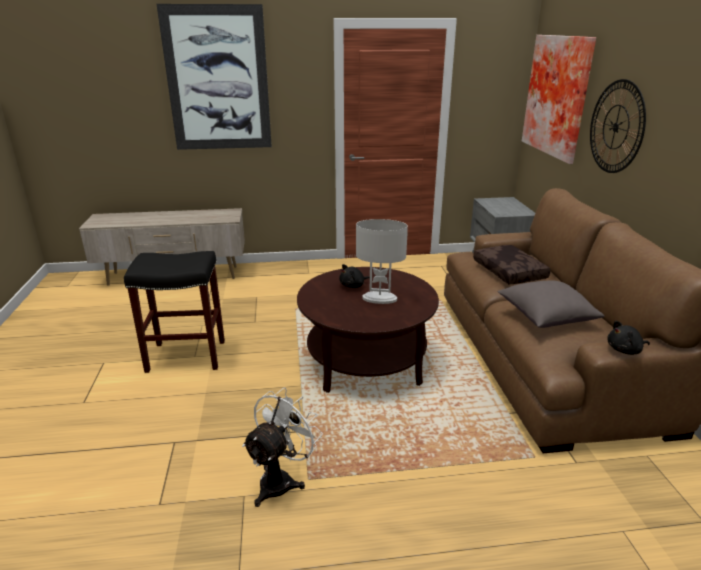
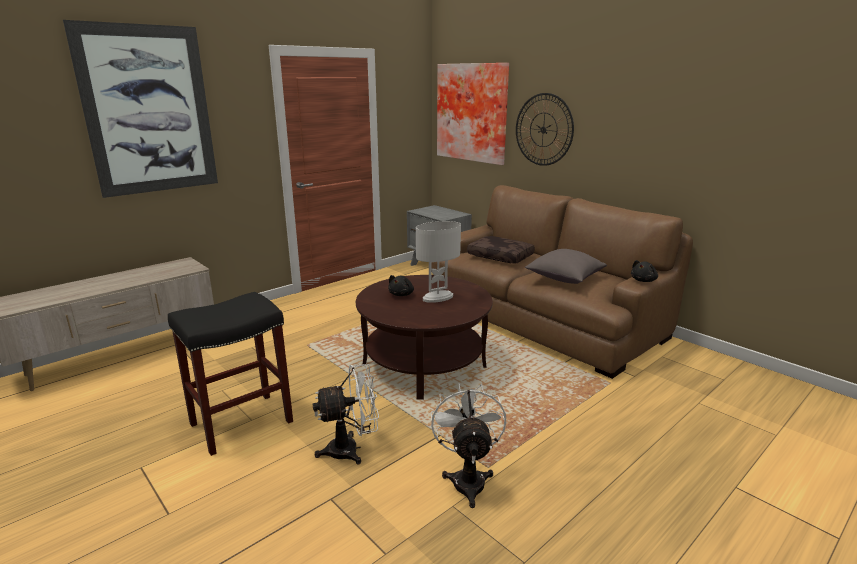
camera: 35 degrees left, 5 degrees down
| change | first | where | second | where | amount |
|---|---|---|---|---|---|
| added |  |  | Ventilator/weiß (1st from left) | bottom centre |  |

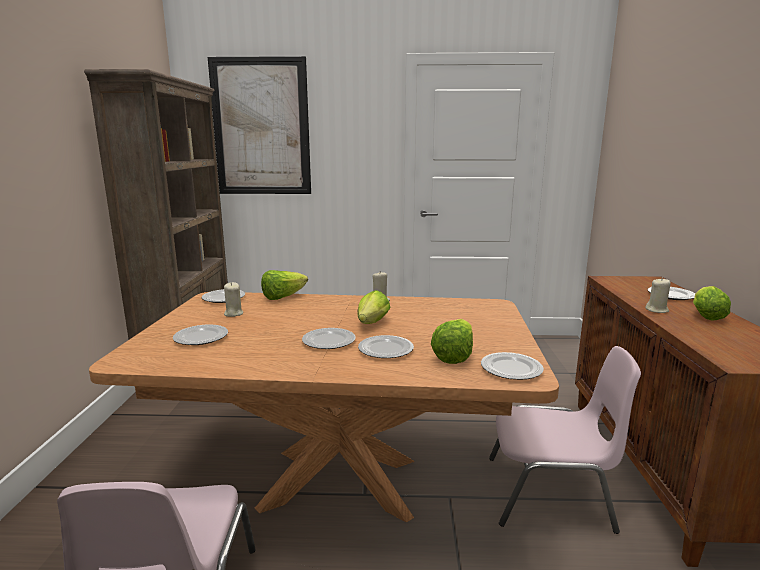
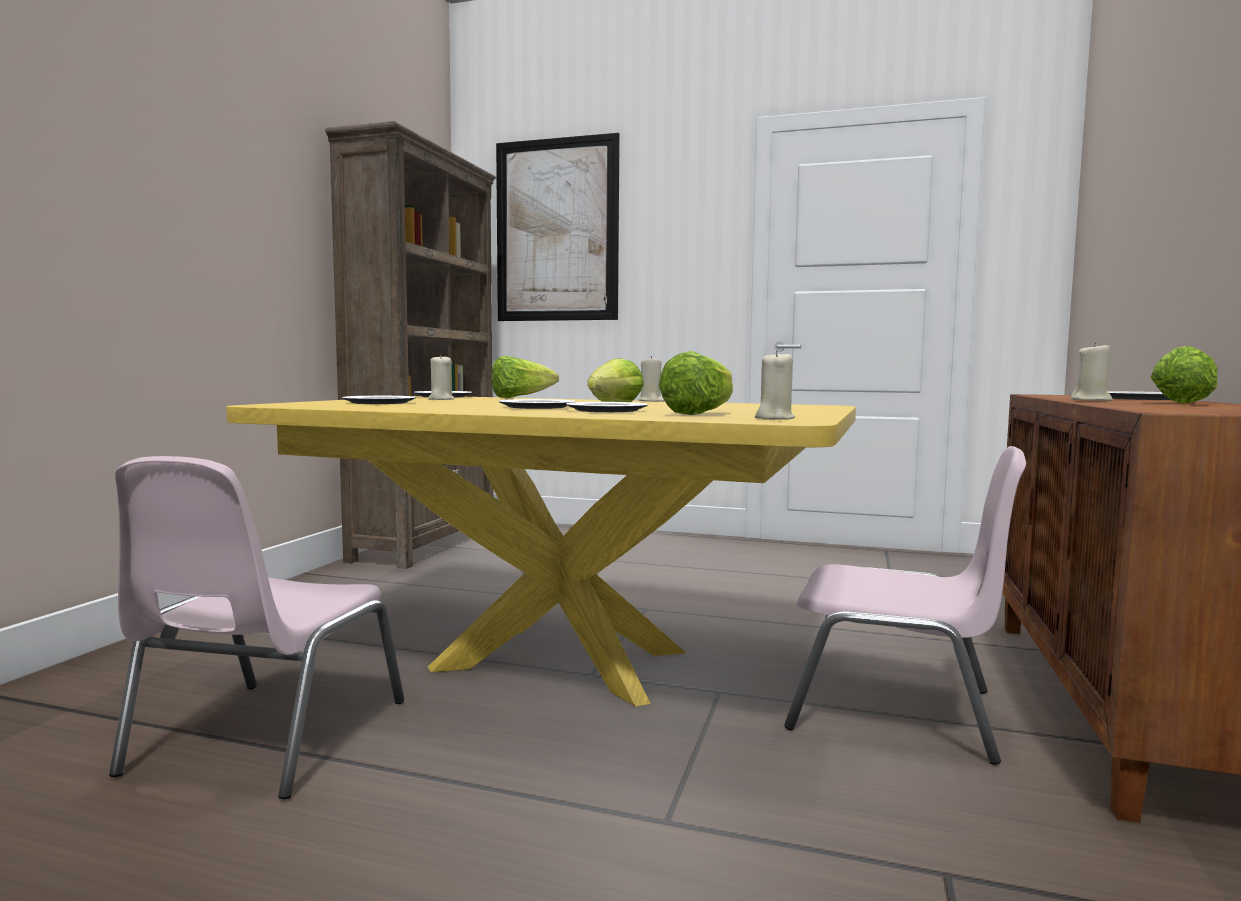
camera: 15 degrees right, 10 degrees down
| change | first | where | second | where | amount |
|---|---|---|---|---|---|
| recoloured | Esstisch/braun | bottom centre | Esstisch/gelb | centre |  |
| replaced | Teller (5th from left) | middle right | Kerze/beige (3rd from left) | centre |  |

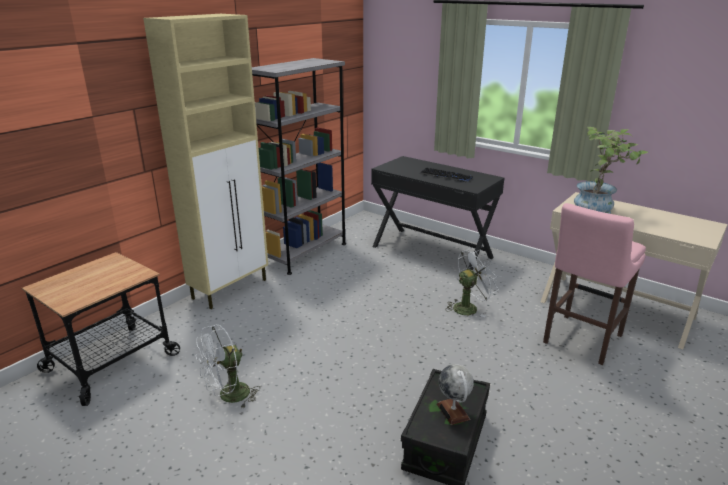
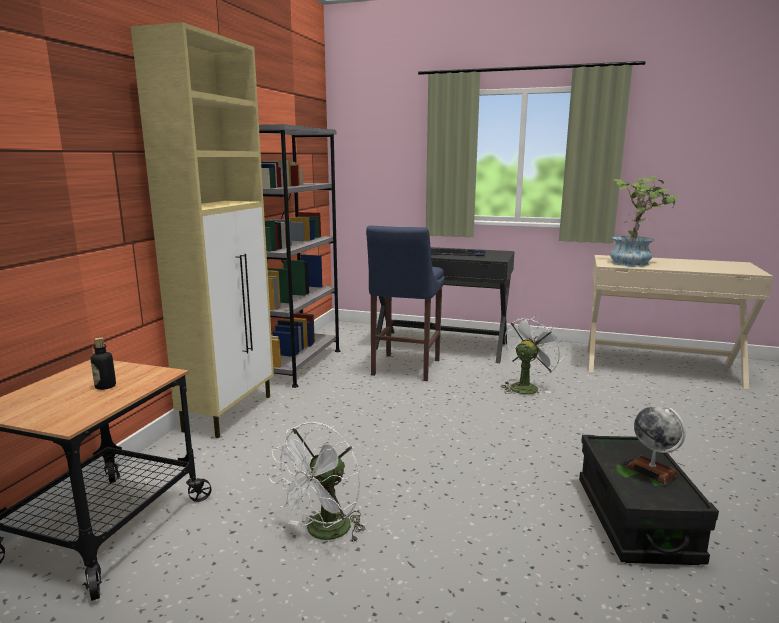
camera: 20 degrees left, 10 degrees down
| change | first | where | second | where | amount |
|---|---|---|---|---|---|
| removed | Hocker/rosa | middle right |  |  |  |
| added |  |  | Flasche | middle left |  |
| added |  |  | Hocker/blau | centre |  |

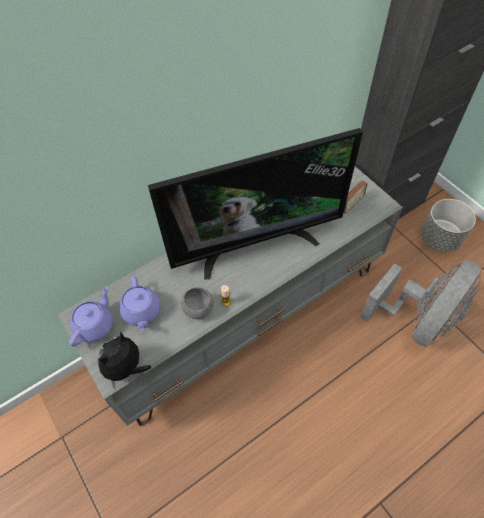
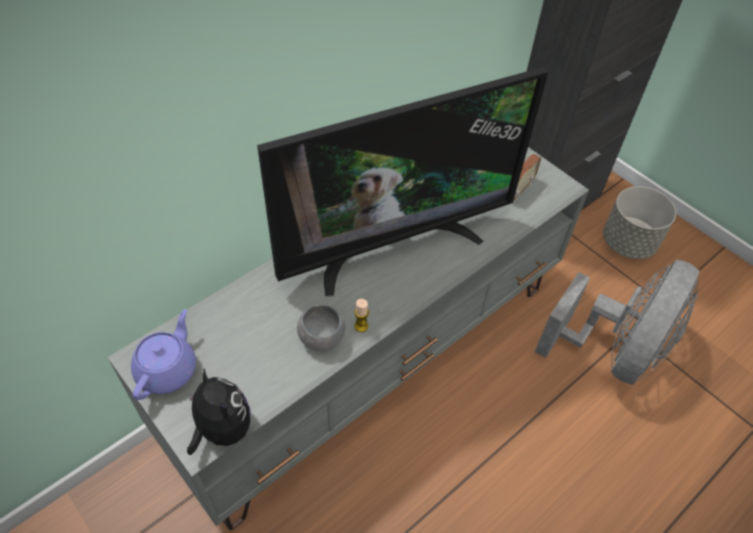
camera: 10 degrees left, 5 degrees down
| change | first | where | second | where | amount |
|---|---|---|---|---|---|
| turned | Plüschtier | bottom left |  | bottom left | 120 degrees clockwise |
| removed | Teekanne/lila (2nd from left) | middle left |  |  |  |

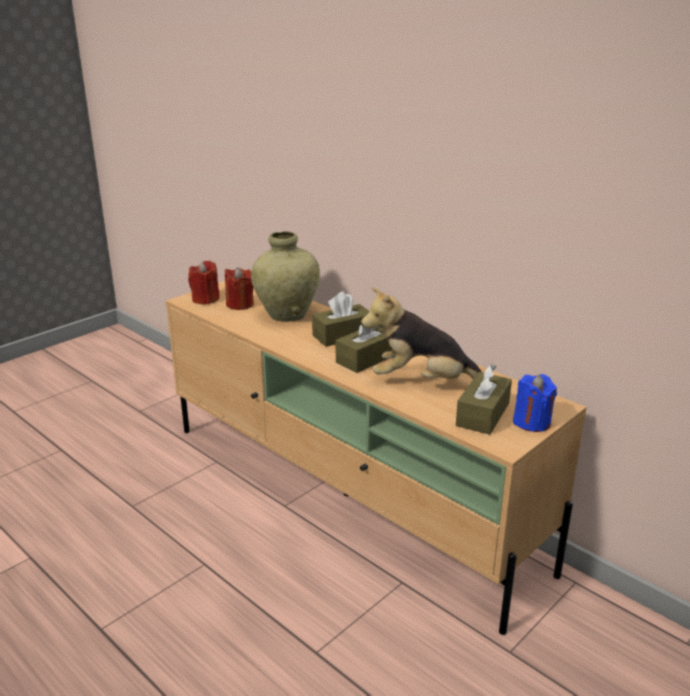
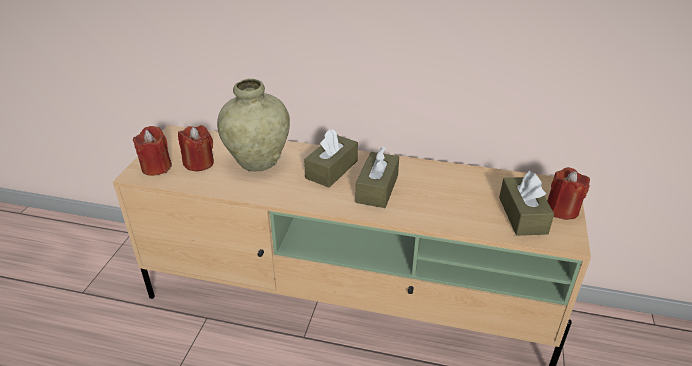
camera: 30 degrees left, 10 degrees up
| change | first | where | second | where | amount |
|---|---|---|---|---|---|
| removed | Plüschtier | centre |  |  |  |
| recoloured | Kerze/blau | middle right | Kerze/rot (3rd from left) | middle right |  |

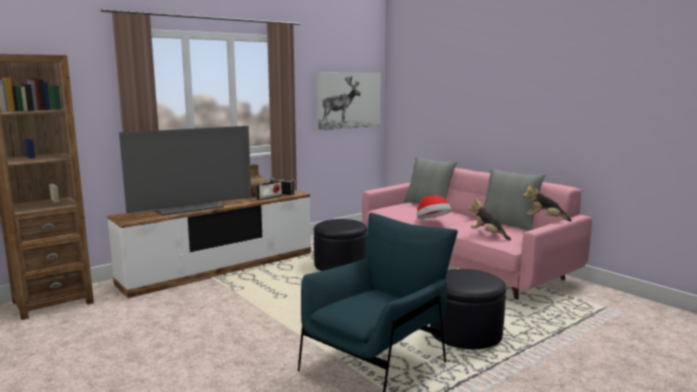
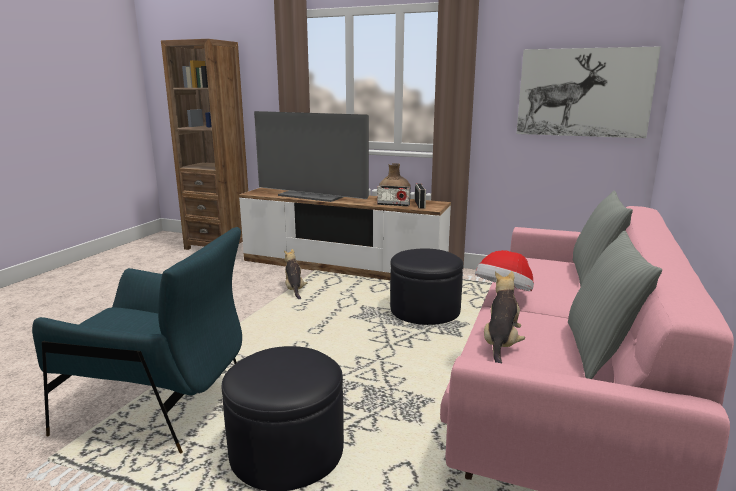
camera: 60 degrees right, 5 degrees up
| change | first | where | second | where | amount |
|---|---|---|---|---|---|
| moved | Plüschtier (2nd from left in the first image) | middle right | Plüschtier (1st from left) | centre |  |

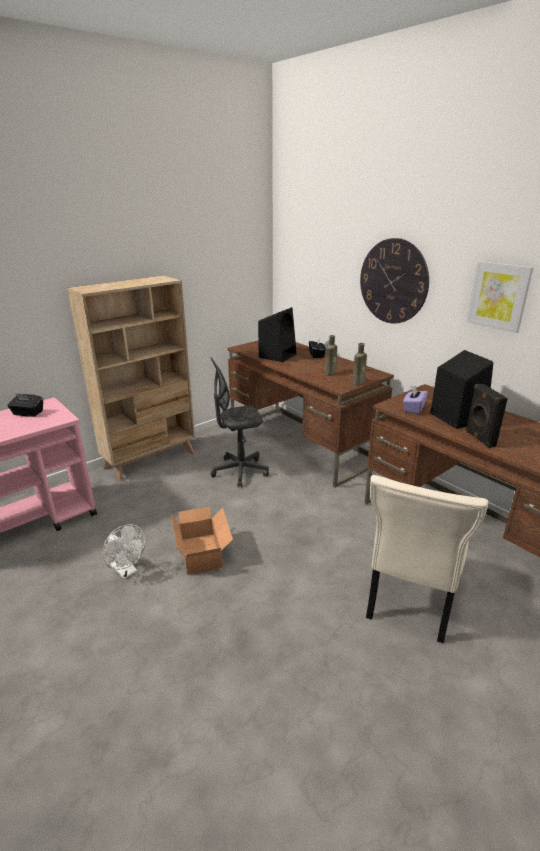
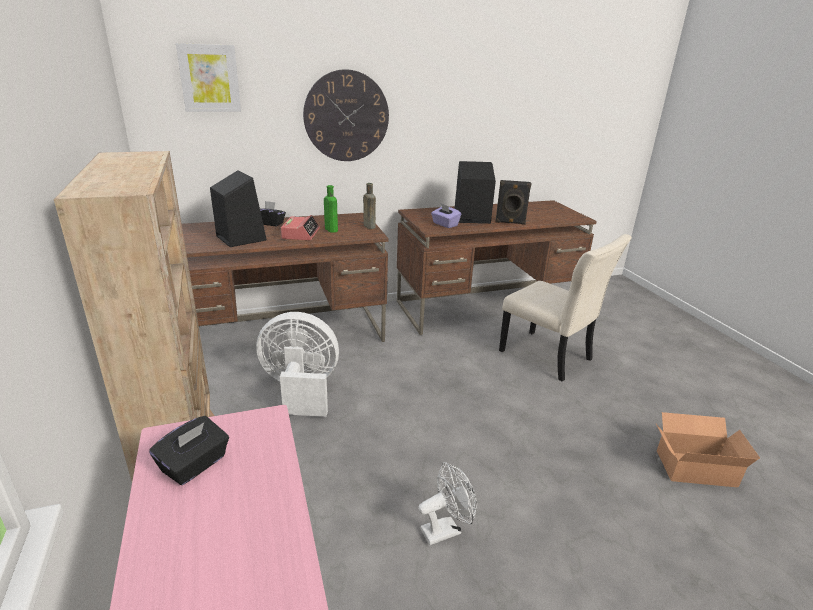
camera: 70 degrees left, 0 degrees up
| change | first | where | second | where | amount |
|---|---|---|---|---|---|
| moved | Karton | centre |  | bottom right |  |
| replaced | Bürostuhl/grau | centre | Ventilator/weiß (1st from left) | centre |  |
| recoloured | Flasche/braun (1st from left) | centre | Flasche/grün | centre |  |
| moved | Bild | middle right |  | top left |  |
| added |  |  | Wecker | centre |  |

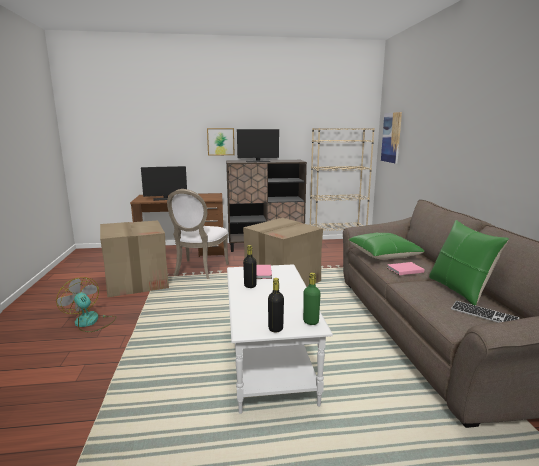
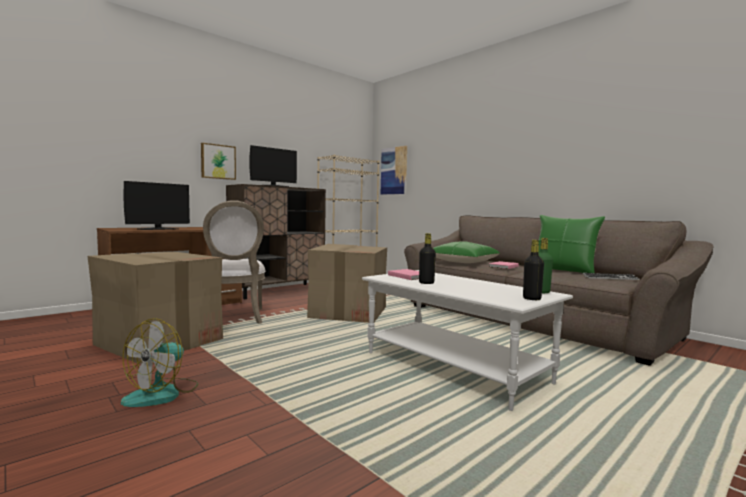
camera: 35 degrees left, 10 degrees down
| change | first | where | second | where | amount |
|---|---|---|---|---|---|
| turned | Ventilator | middle left |  | bottom left | 75 degrees counterclockwise |

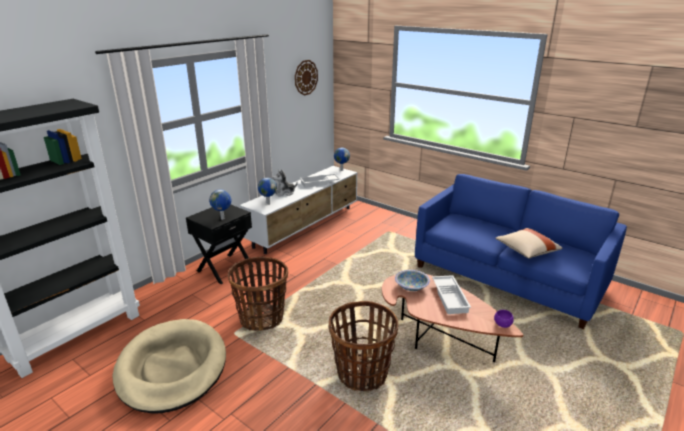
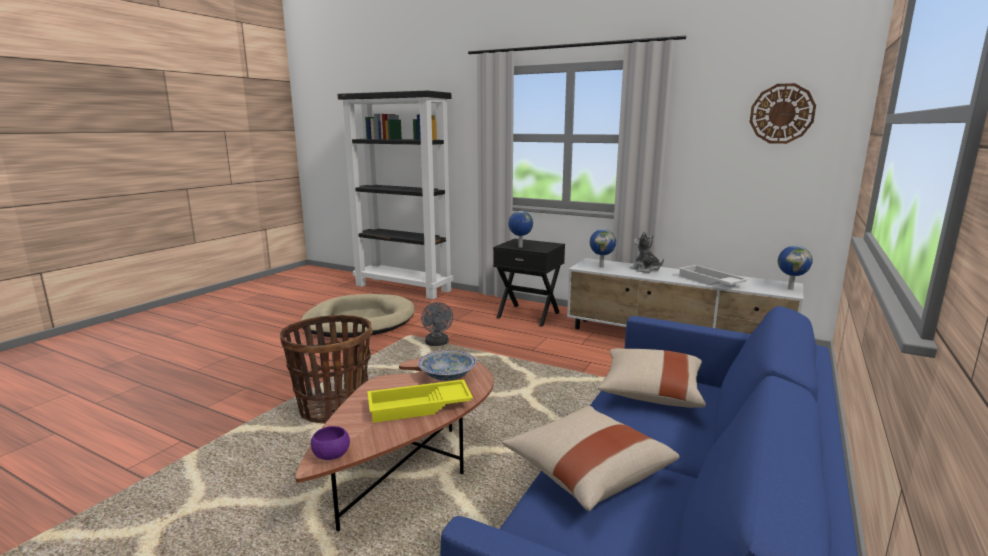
camera: 80 degrees right, 10 degrees down
| change | first | where | second | where | amount |
|---|---|---|---|---|---|
| replaced | Korb (1st from left) | bottom centre | Ventilator/grau | centre |  |
| recoloured | Tablett/weiß (2nd from left) | bottom centre | Tablett/gelb | bottom centre |  |
| added |  |  | Kissen/beige (2nd from left) | bottom centre |  |

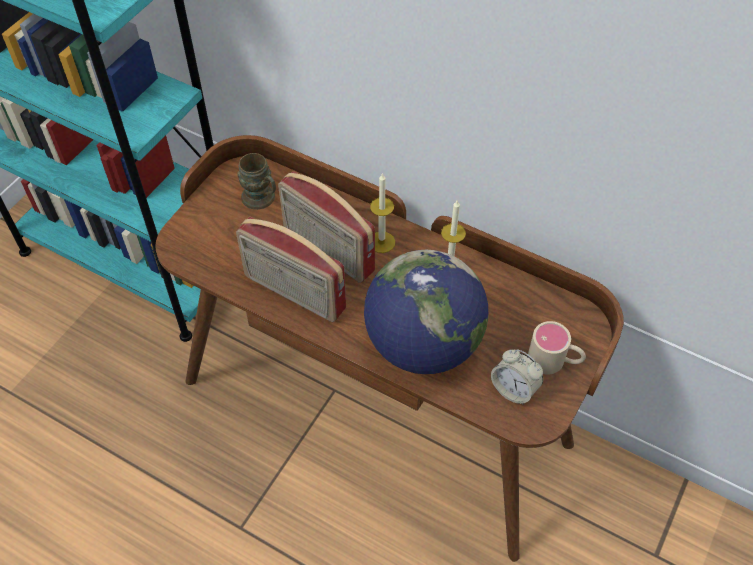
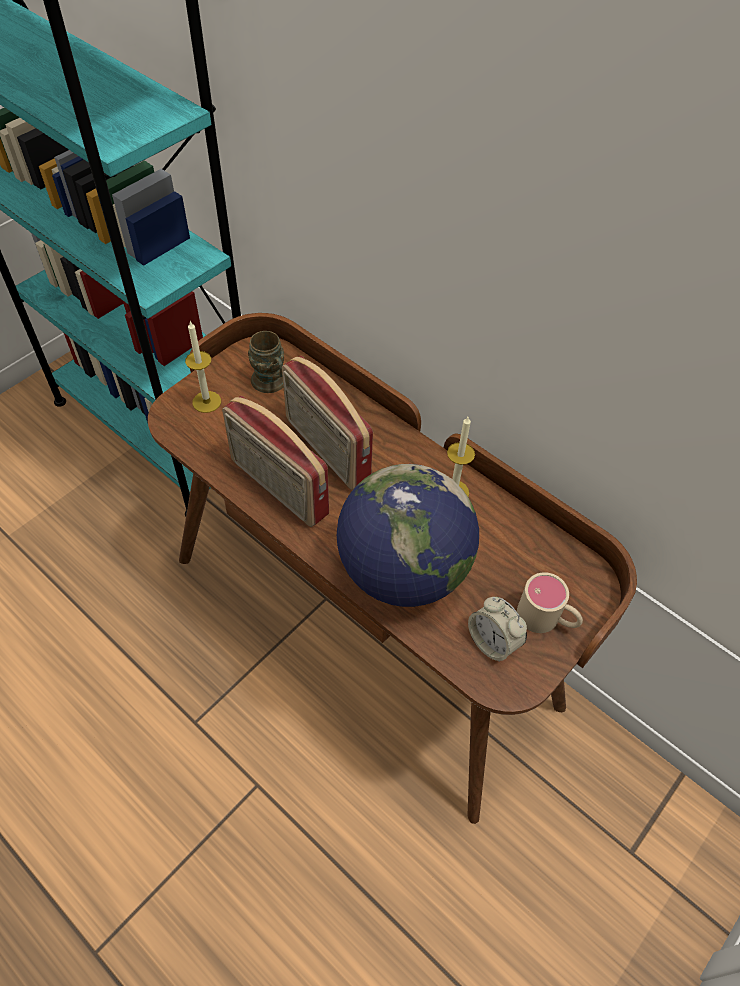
camera: 10 degrees right, 0 degrees up
| change | first | where | second | where | amount |
|---|---|---|---|---|---|
| moved | Kerze (1st from left) | centre |  | middle left |  |

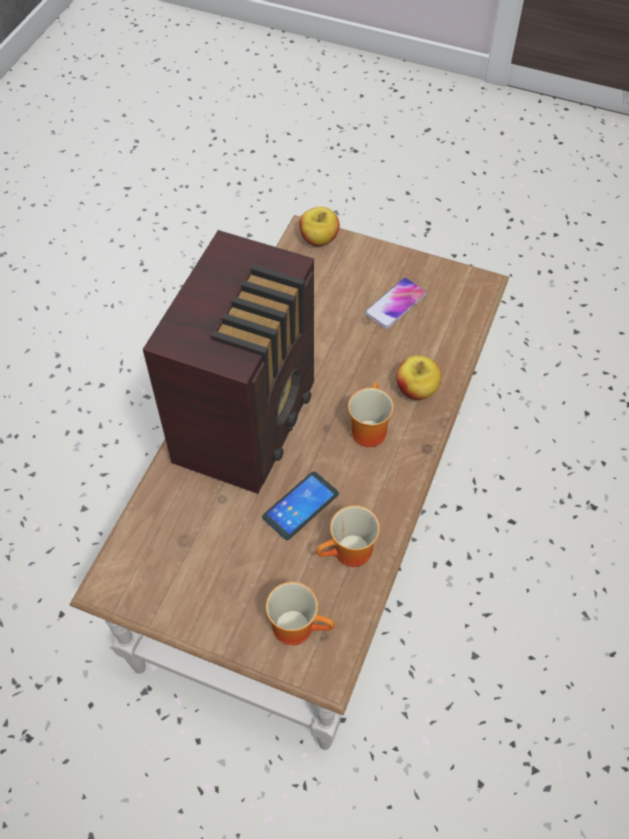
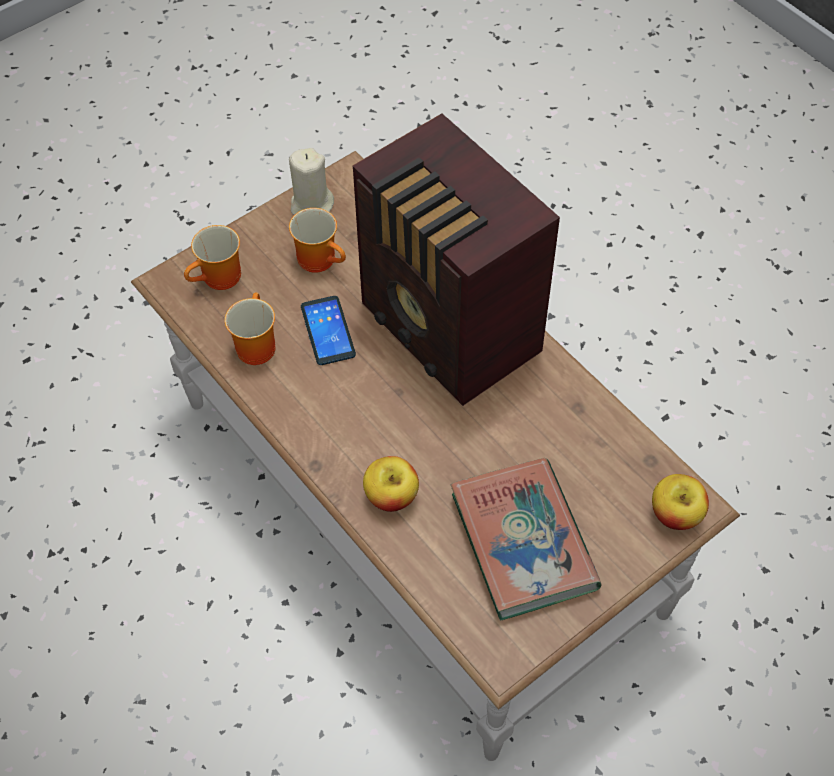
camera: 120 degrees right, 0 degrees up
| change | first | where | second | where | amount |
|---|---|---|---|---|---|
| moved | Henkelbecher (3rd from left) | centre |  | top centre |  |
| replaced | Handy (2nd from left) | centre | Buch | bottom centre |  |
| added |  |  | Kerze/beige | top centre |  |

